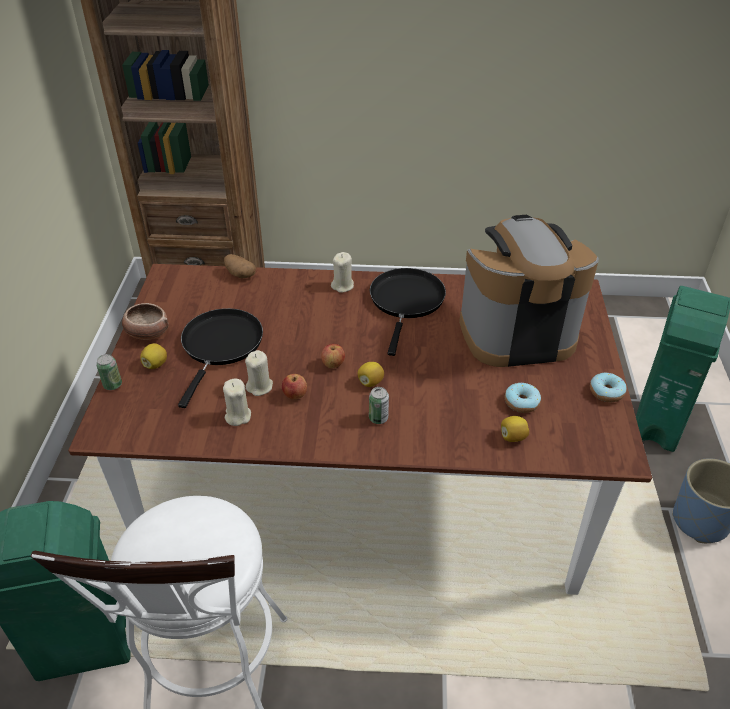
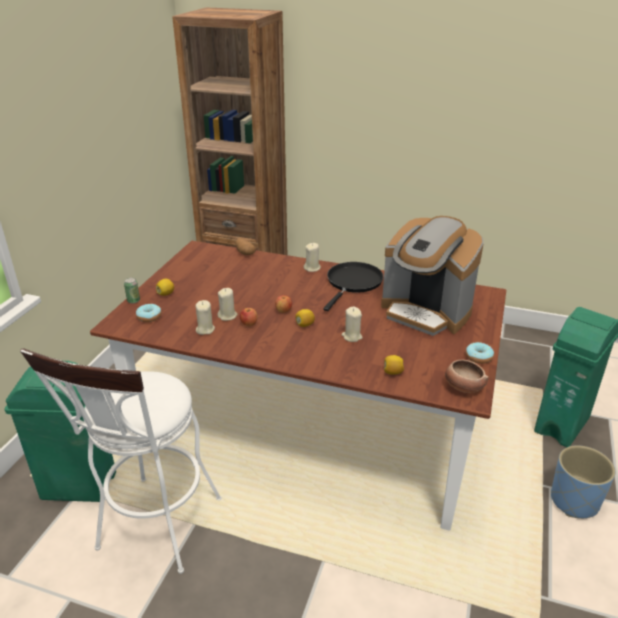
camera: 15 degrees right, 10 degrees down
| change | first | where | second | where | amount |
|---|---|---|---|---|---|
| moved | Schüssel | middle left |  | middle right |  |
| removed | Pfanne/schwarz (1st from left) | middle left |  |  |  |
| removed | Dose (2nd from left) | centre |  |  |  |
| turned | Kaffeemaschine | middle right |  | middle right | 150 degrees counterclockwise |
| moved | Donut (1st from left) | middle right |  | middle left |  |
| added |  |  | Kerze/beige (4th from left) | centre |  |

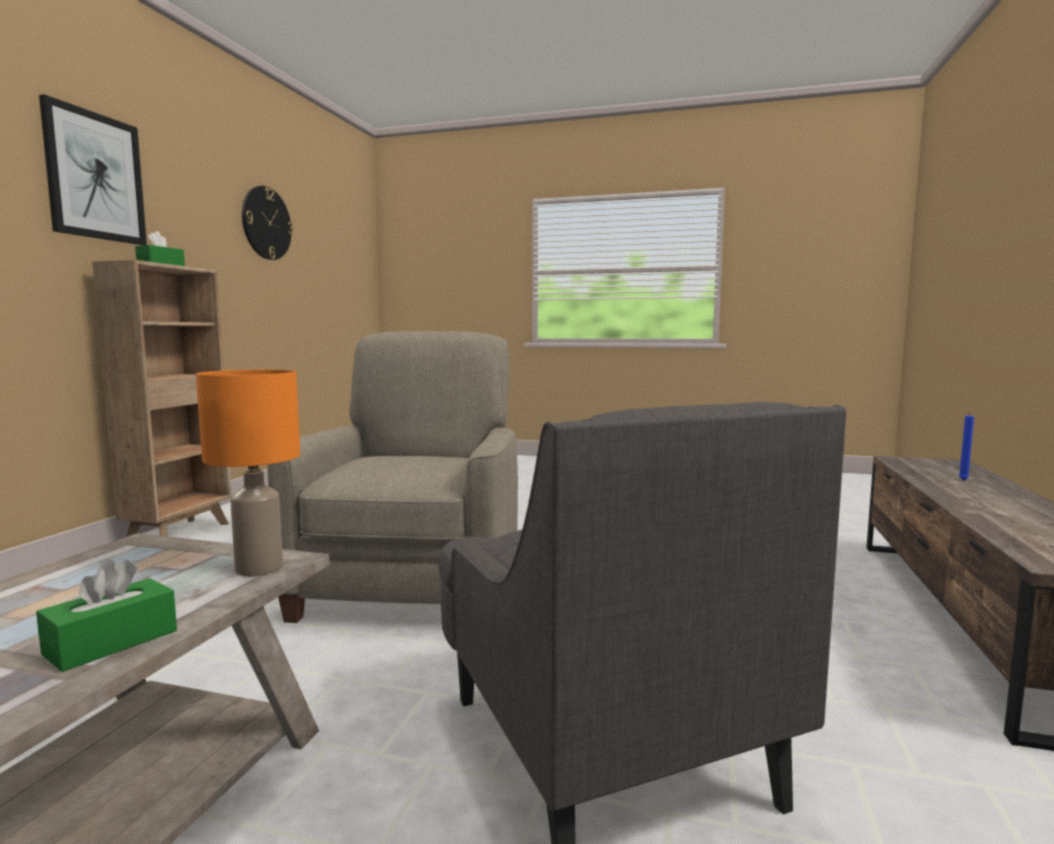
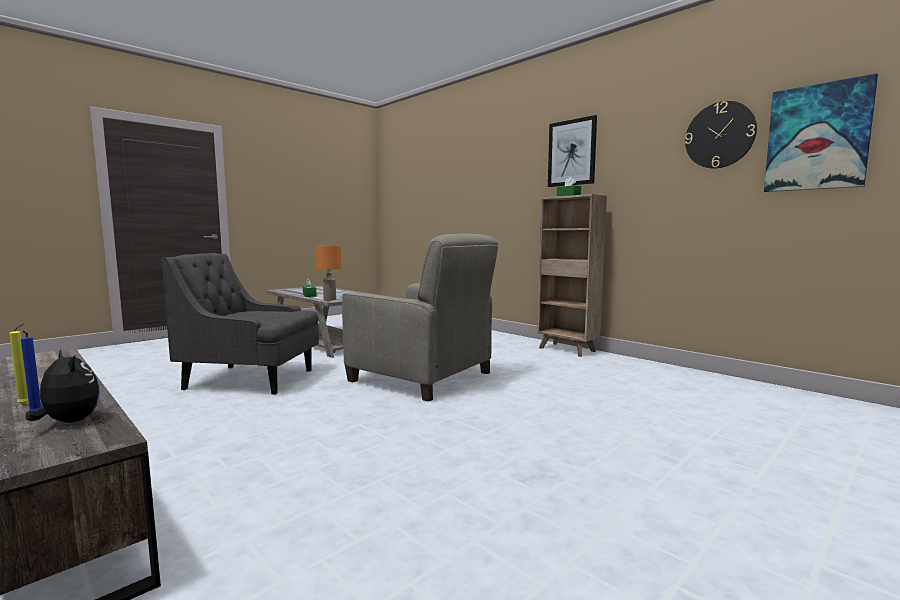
camera: 120 degrees right, 0 degrees up
| change | first | where | second | where | amount |
|---|---|---|---|---|---|
| added |  |  | Kerze/gelb | middle left |  |
| added |  |  | Plüschtier | middle left |  |
| added |  |  | Bild (2nd from left) | top right |  |

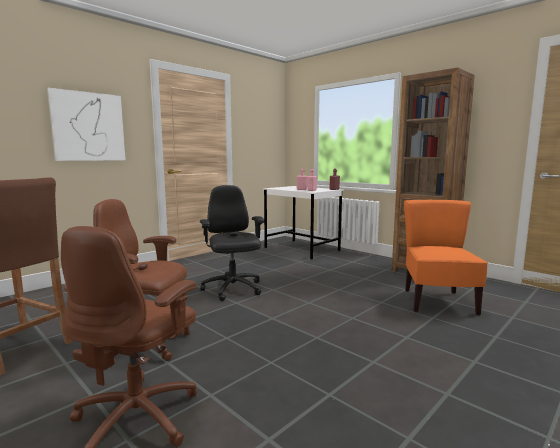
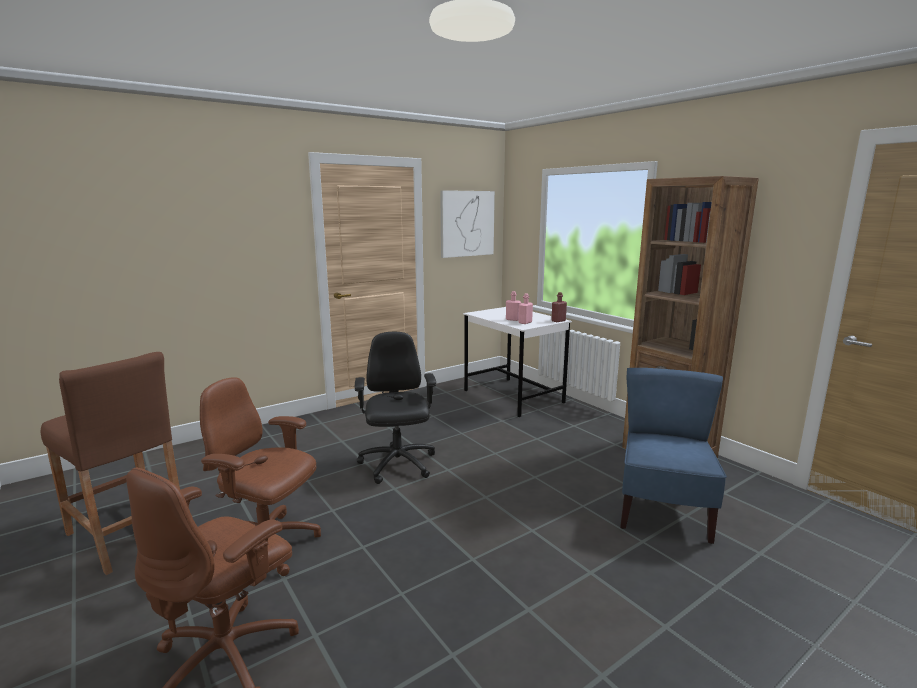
camera: 10 degrees right, 5 degrees up
| change | first | where | second | where | amount |
|---|---|---|---|---|---|
| moved | Bild | top left |  | top centre |  |
| recoloured | Stuhl/orange | middle right | Stuhl/blau | middle right |  |

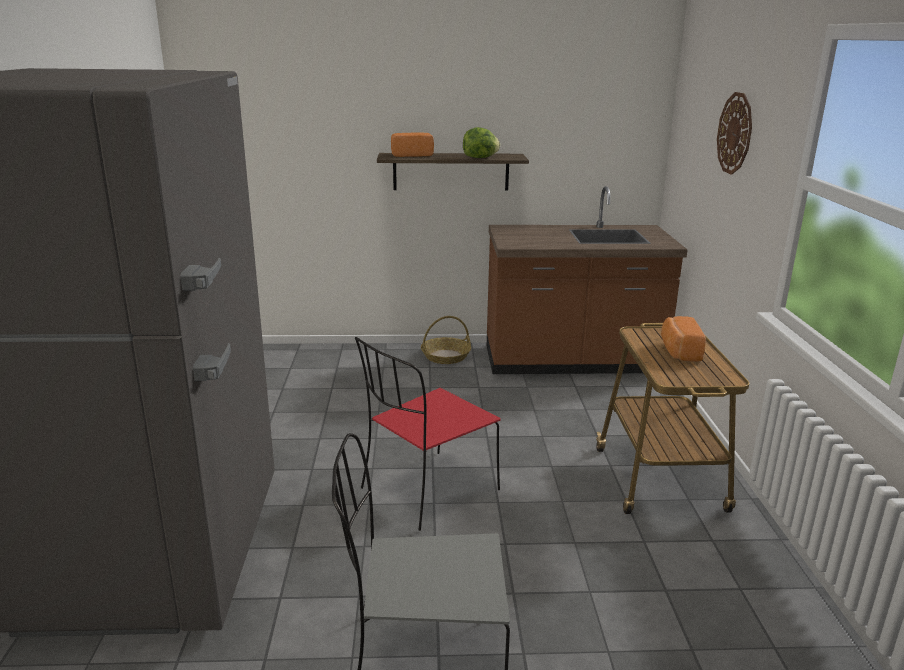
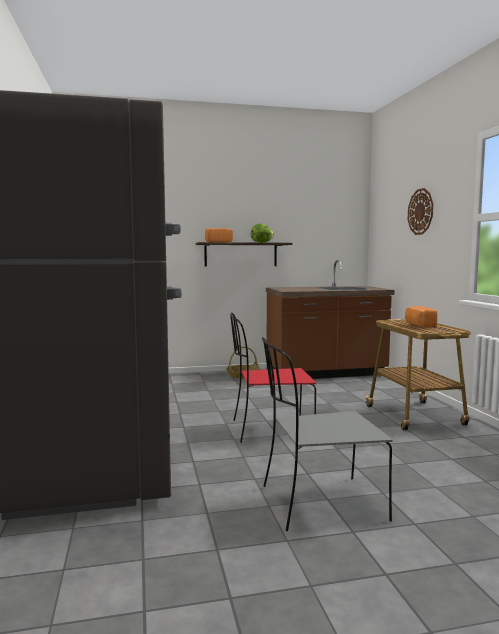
camera: 10 degrees left, 15 degrees down
| change | first | where | second | where | amount |
|---|---|---|---|---|---|
| turned | Stuhl/rot | centre |  | centre | 45 degrees clockwise |

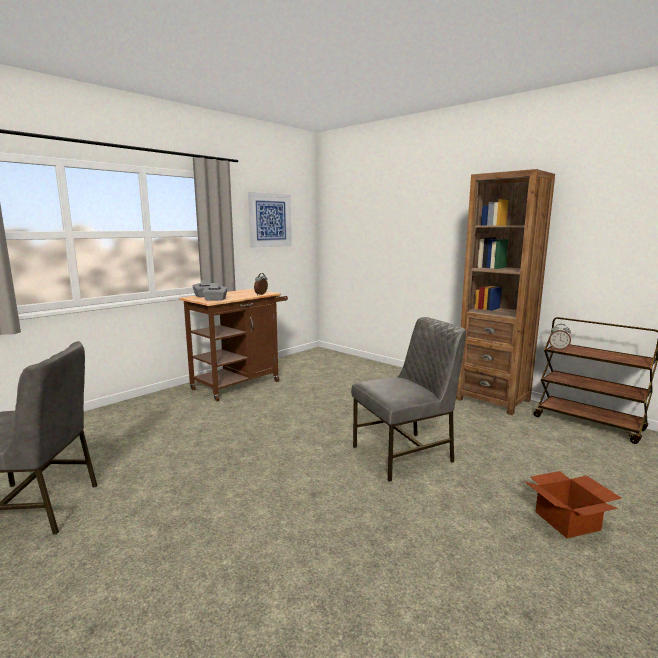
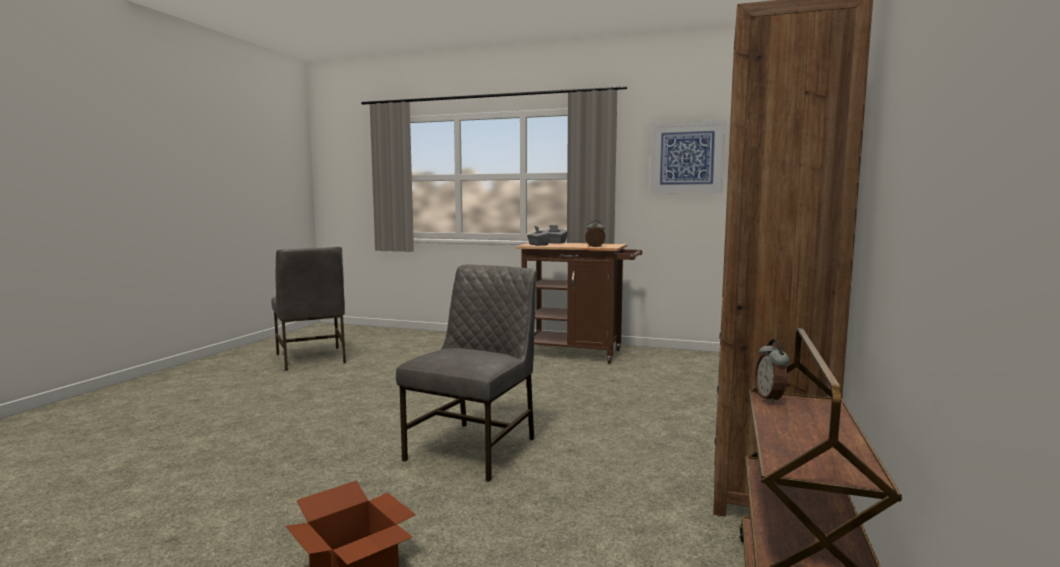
camera: 65 degrees right, 5 degrees down
| change | first | where | second | where | amount |
|---|---|---|---|---|---|
| turned | Stuhl/grau (2nd from left) | centre |  | centre | 105 degrees counterclockwise |

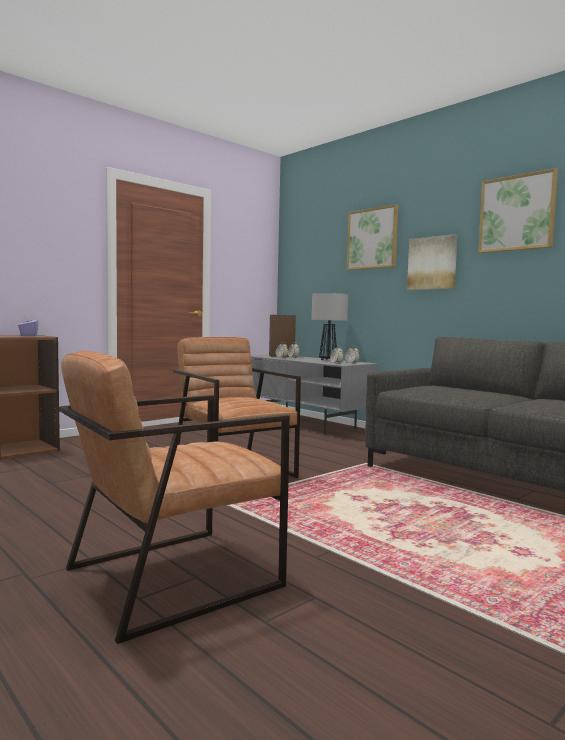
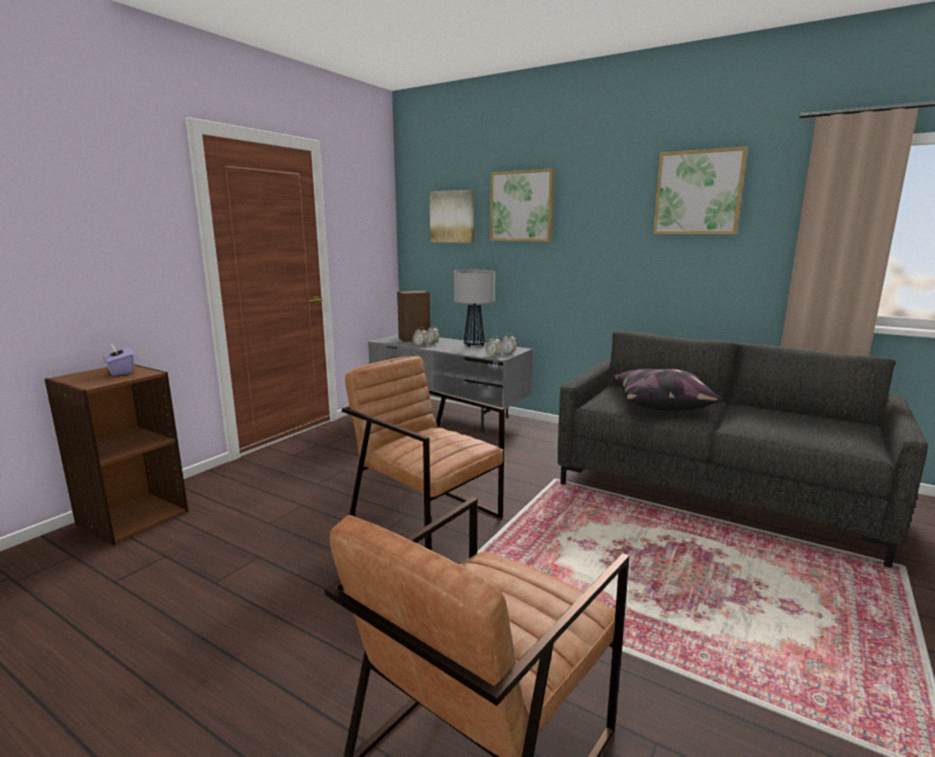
camera: 15 degrees left, 10 degrees up
| change | first | where | second | where | amount |
|---|---|---|---|---|---|
| moved | Bild (2nd from left in the first image) | middle right | Bild (1st from left) | top centre |  |
| added |  |  | Kissen | middle right |  |

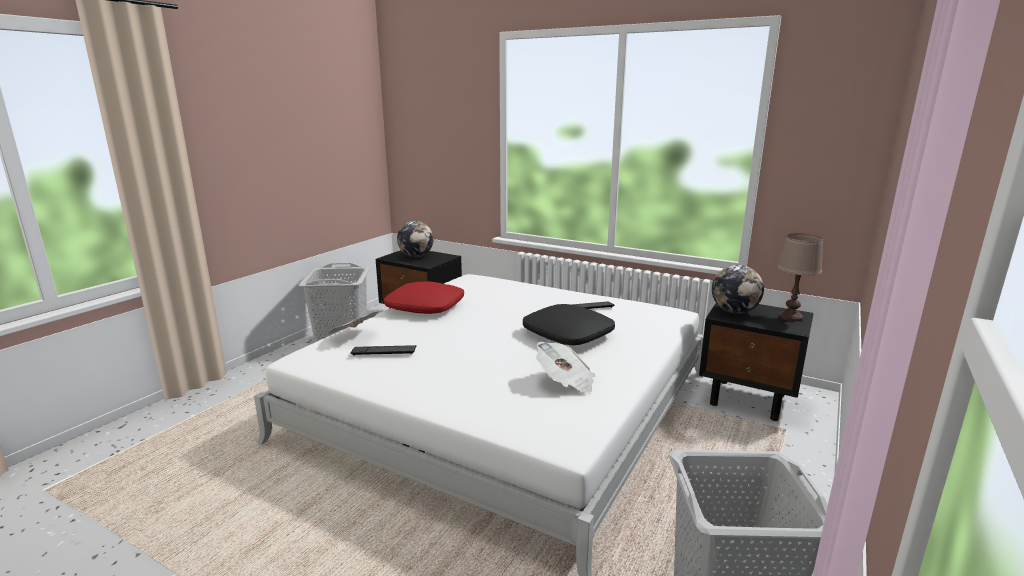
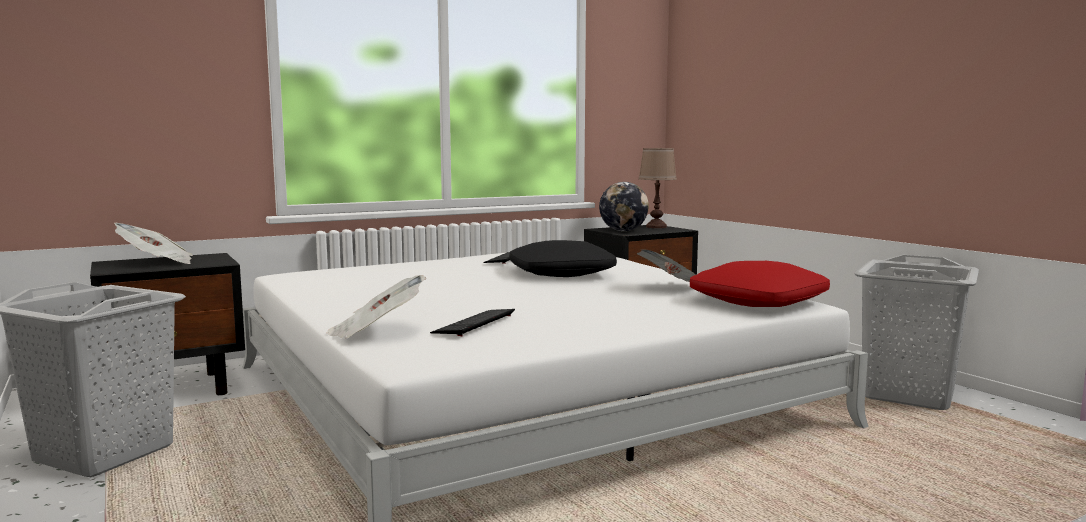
camera: 60 degrees left, 10 degrees down
| change | first | where | second | where | amount |
|---|---|---|---|---|---|
| moved | Kissen/rot | centre |  | middle right |  |
| replaced | Globus (1st from left) | centre | Zeitung (1st from left) | middle left |  |

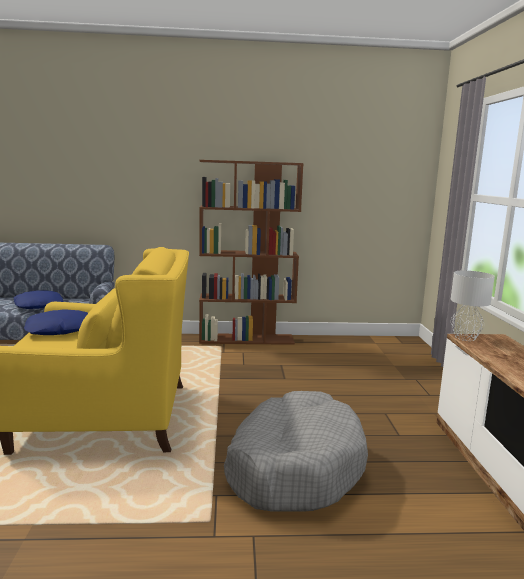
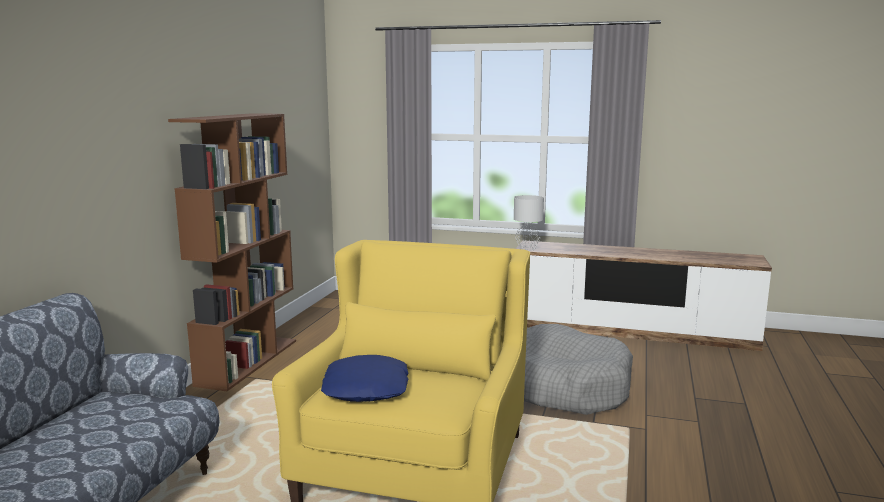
camera: 70 degrees left, 0 degrees up
| change | first | where | second | where | amount |
|---|---|---|---|---|---|
| removed | Kissen/blau (1st from left) | middle left |  |  |  |

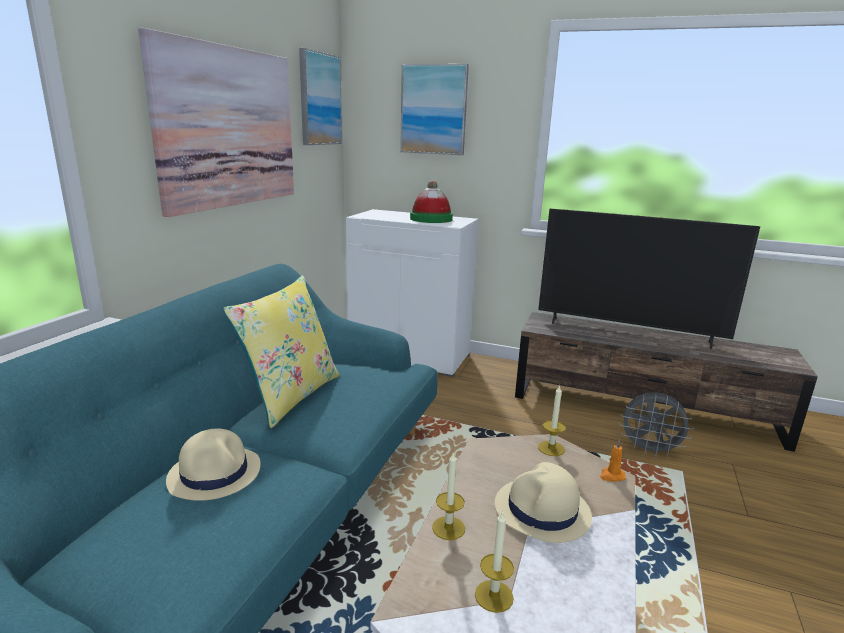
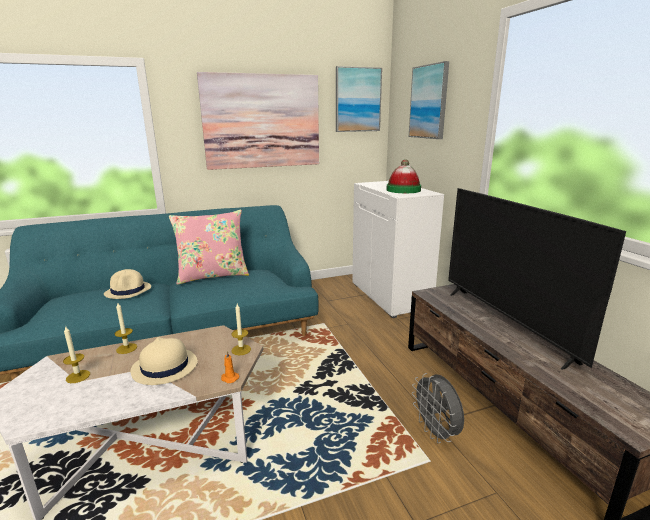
camera: 50 degrees right, 0 degrees up
| change | first | where | second | where | amount |
|---|---|---|---|---|---|
| recoloured | Kissen/gelb | middle left | Kissen/rosa | middle left |  |

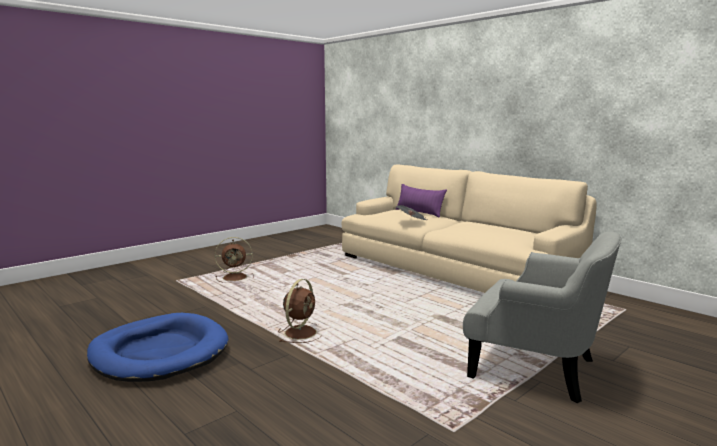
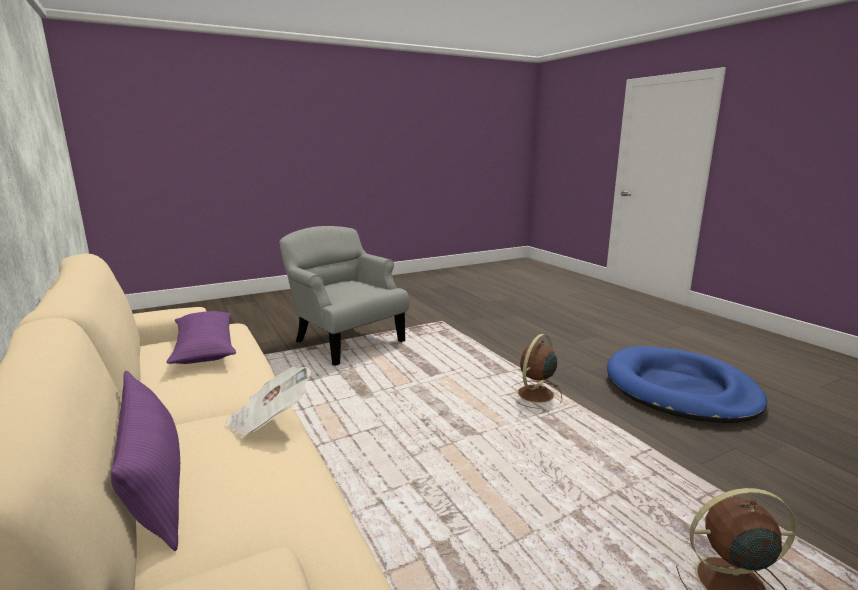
camera: 165 degrees left, 5 degrees up
| change | first | where | second | where | amount |
|---|---|---|---|---|---|
| added |  |  | Kissen/lila (2nd from left) | middle left |  |

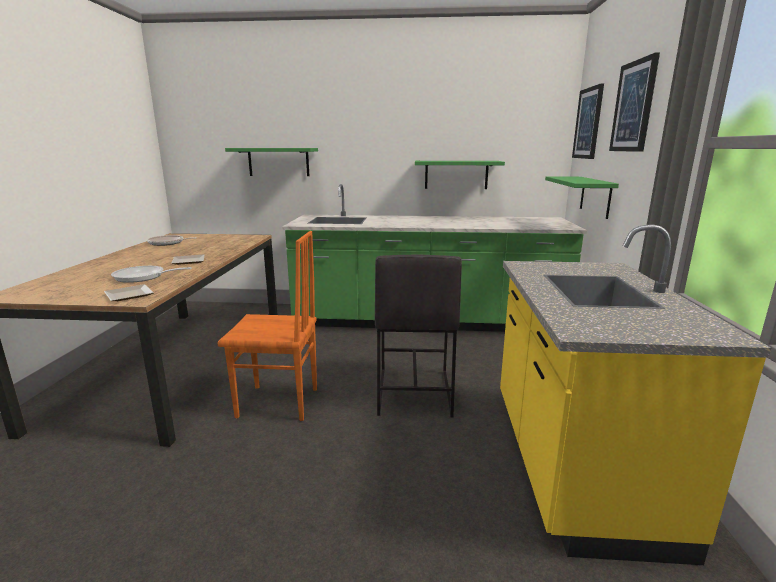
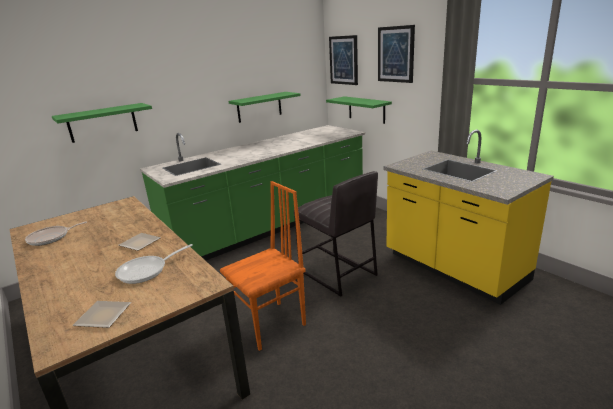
camera: 40 degrees left, 5 degrees up
| change | first | where | second | where | amount |
|---|---|---|---|---|---|
| moved | Teller (1st from left) | middle left |  | bottom left |  |

